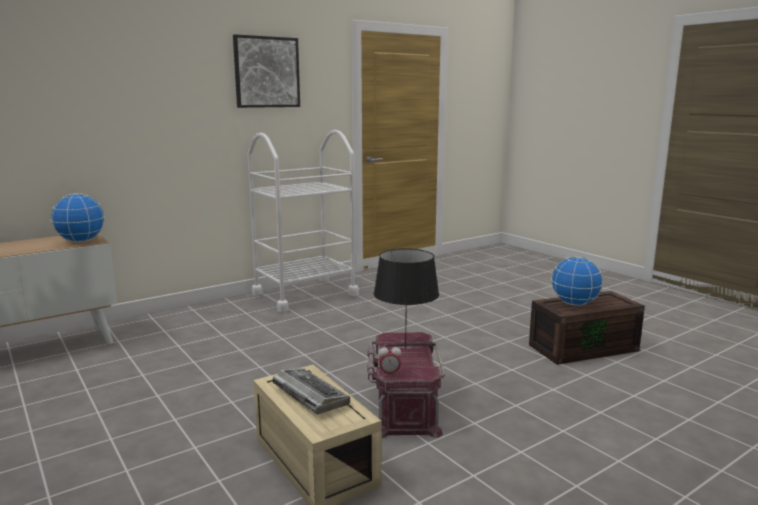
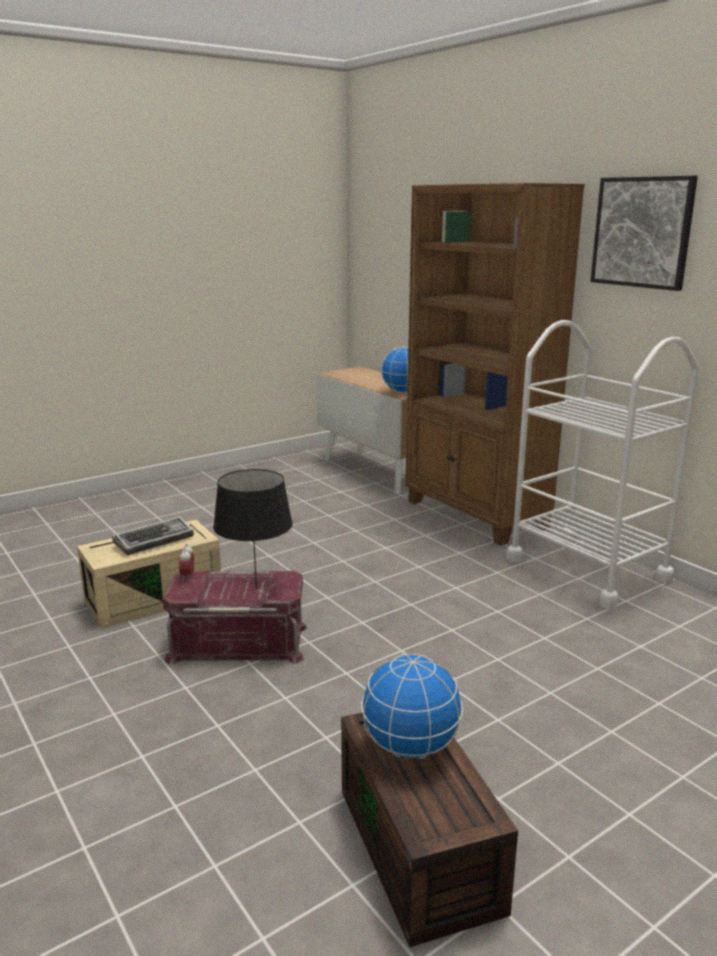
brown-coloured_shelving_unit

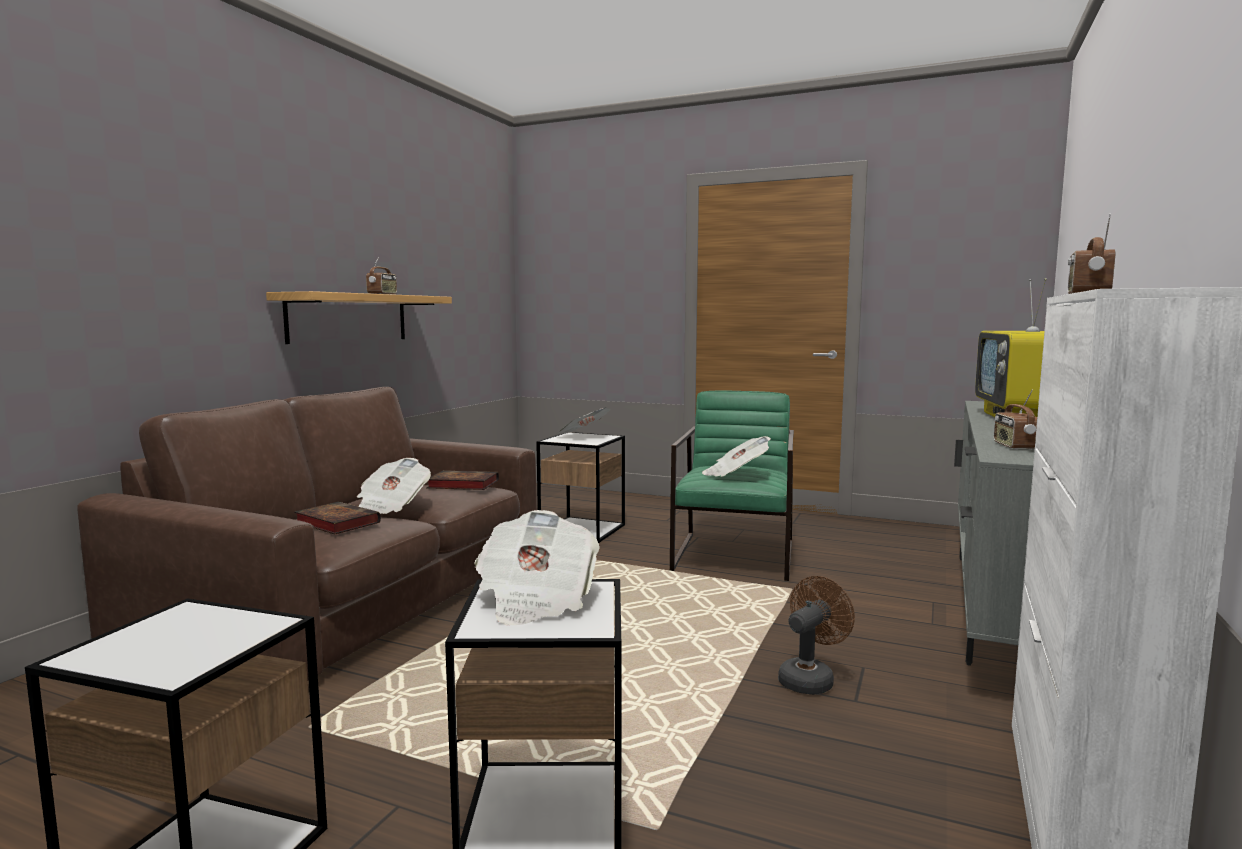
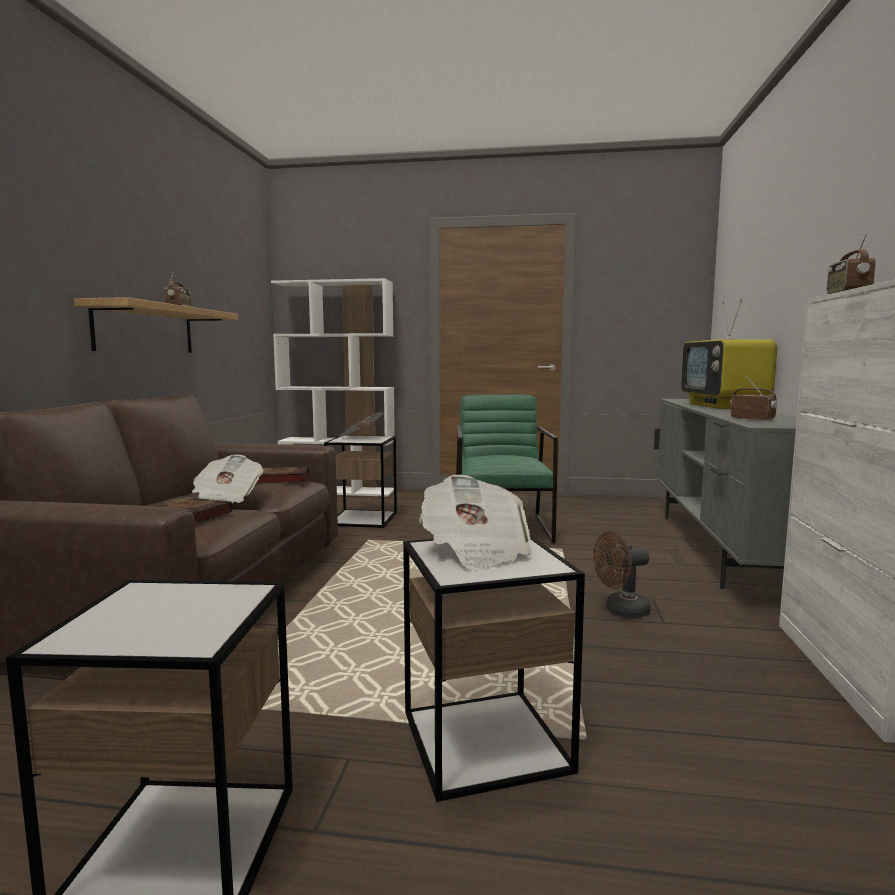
daily_paper (no. 4 from left in the first image); brown-coloured_electric_fan; radio (no. 2 from left); whitish_shelving_unit

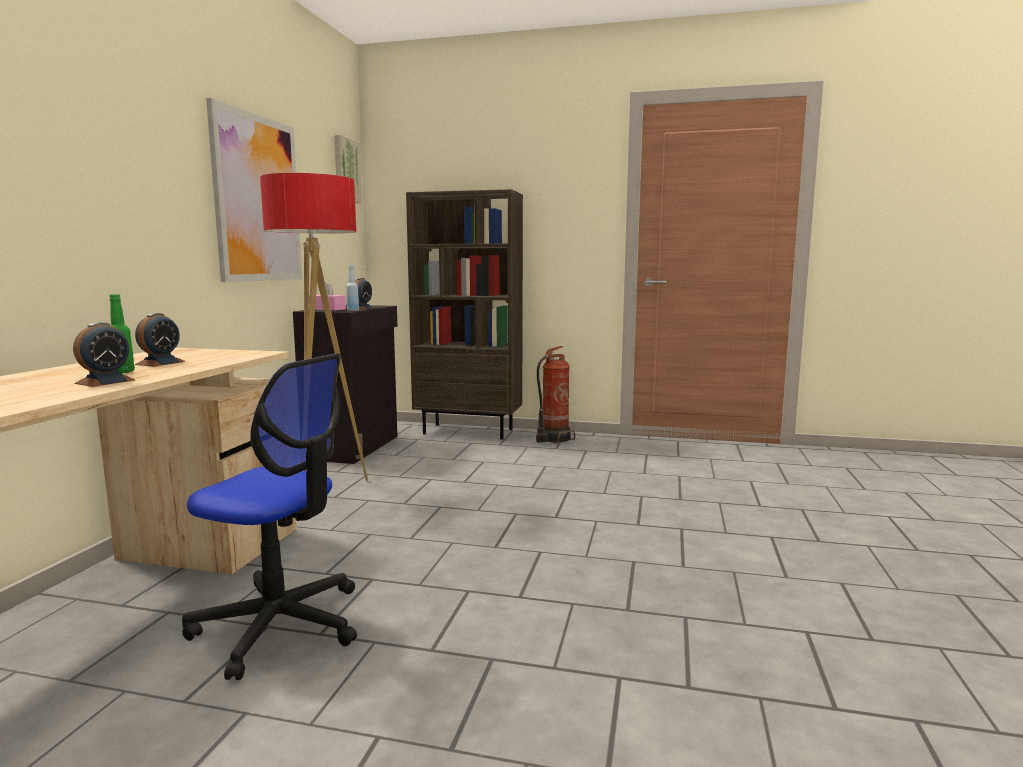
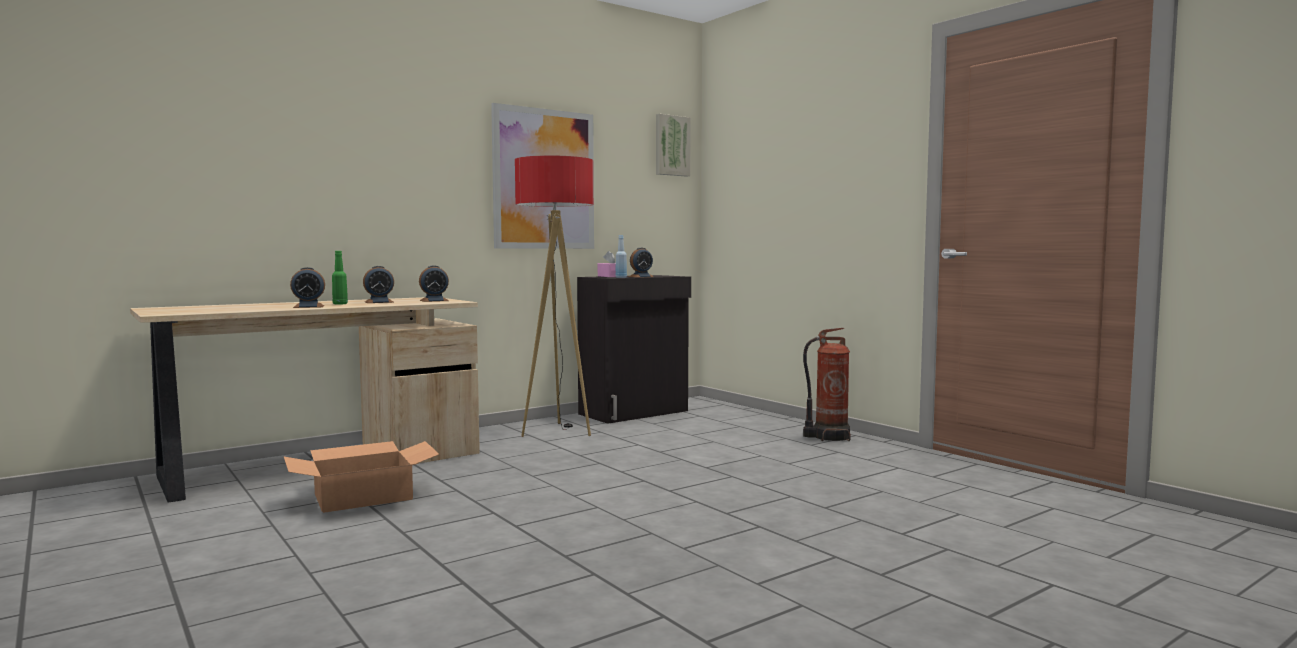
carton; brown-coloured_shelving_unit; bedside_clock (no. 3 from left)

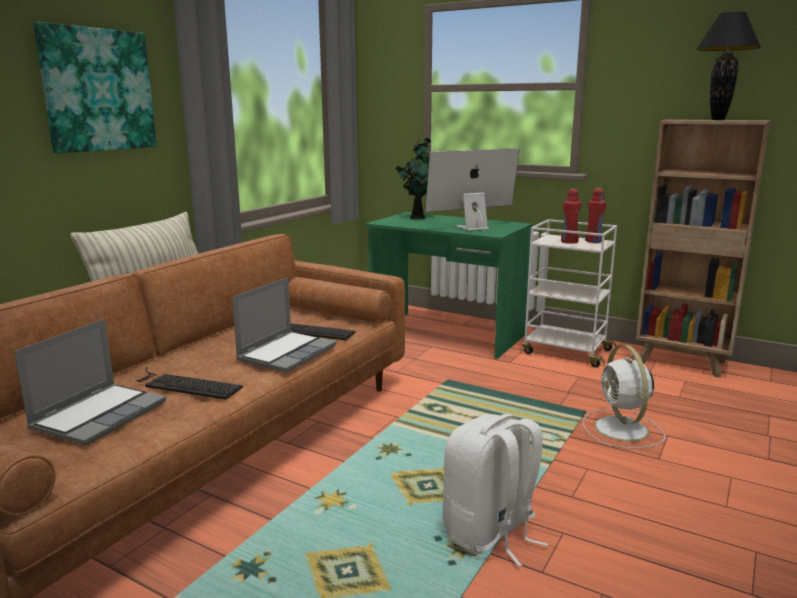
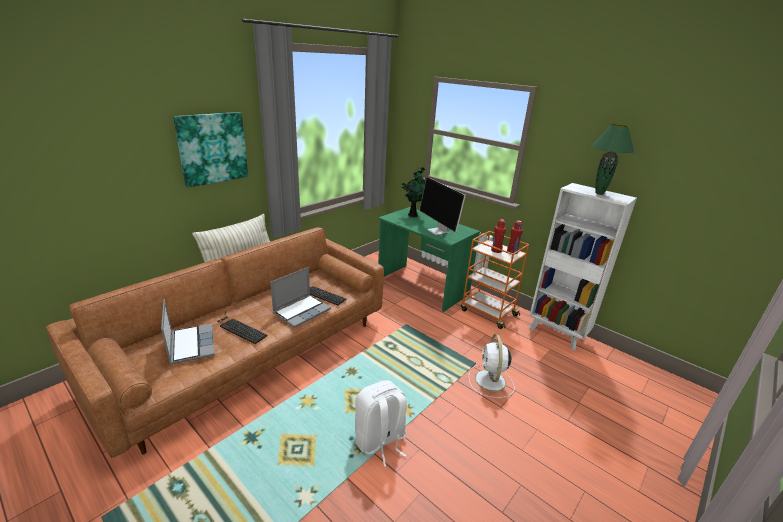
laptop (no. 1 from left); monitor; orange_trolley; whitish_shelving_unit; green-coloured_tabletop_lamp

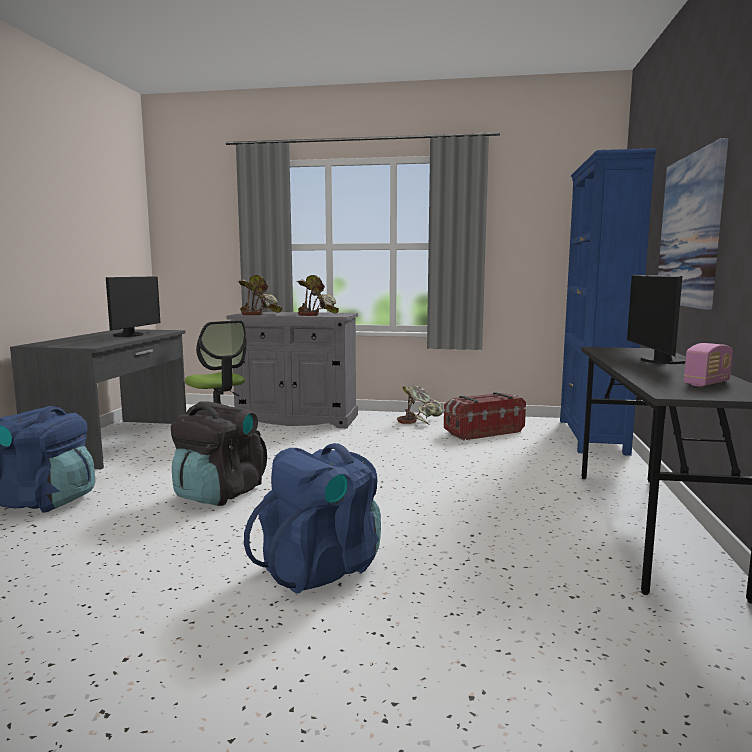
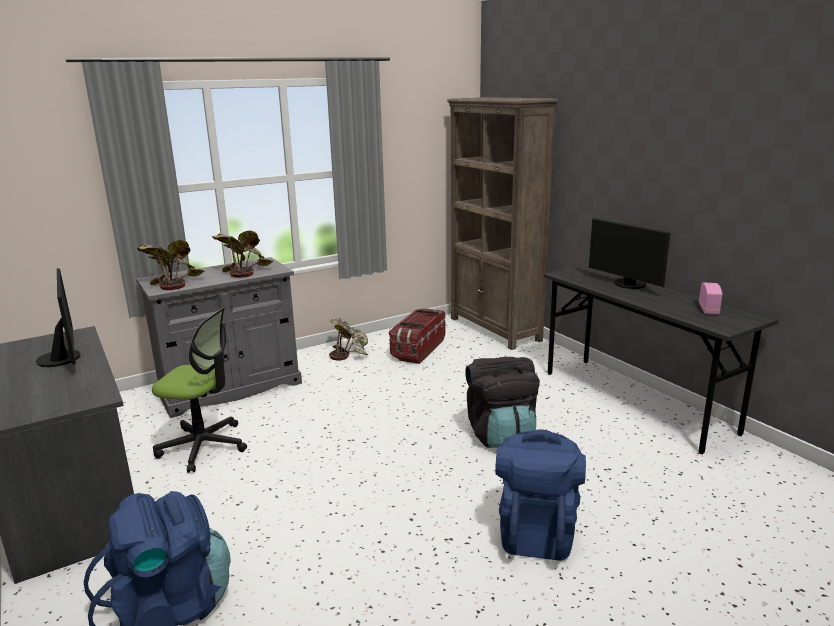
black-coloured_backpack; brown-coloured_shelving_unit; wall_picture

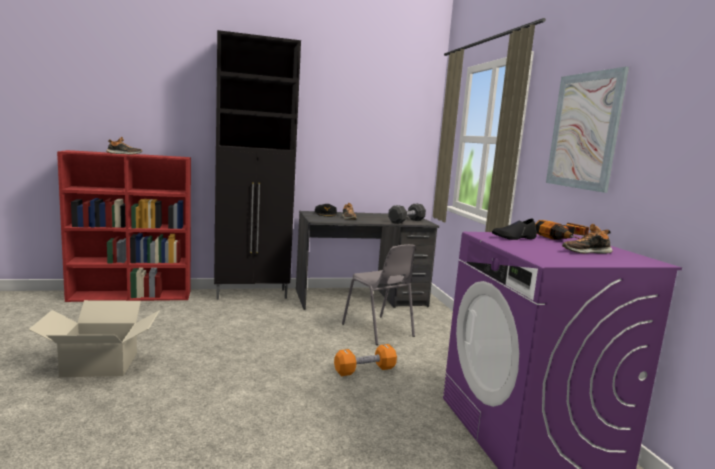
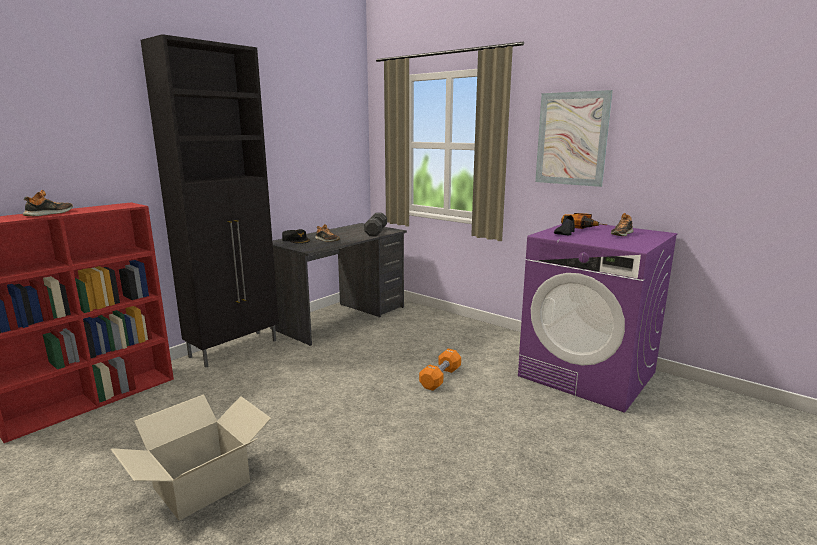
grey_chair

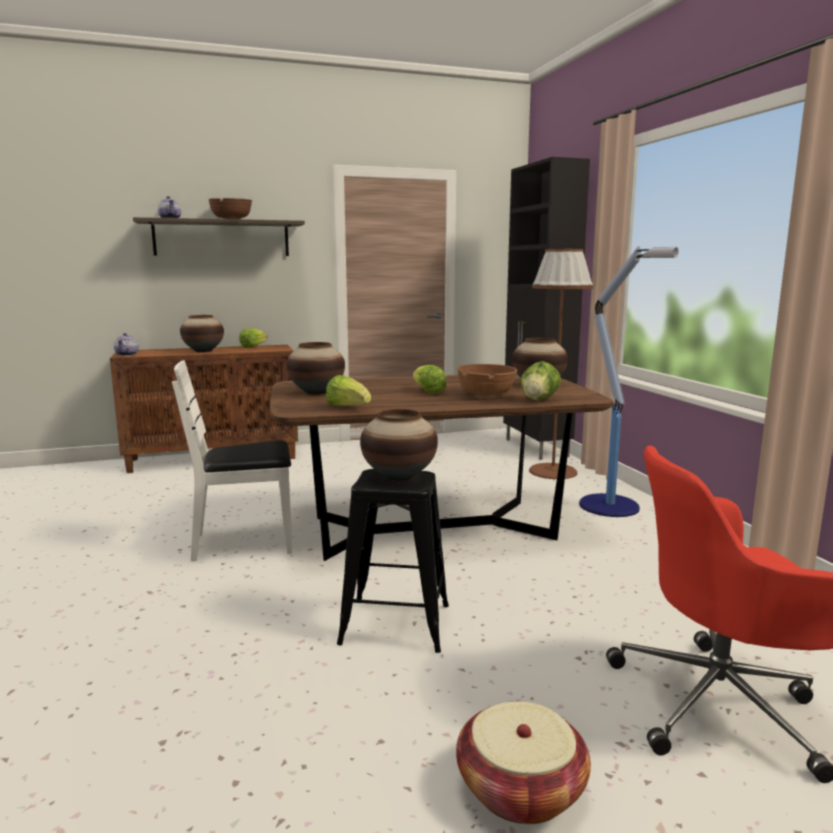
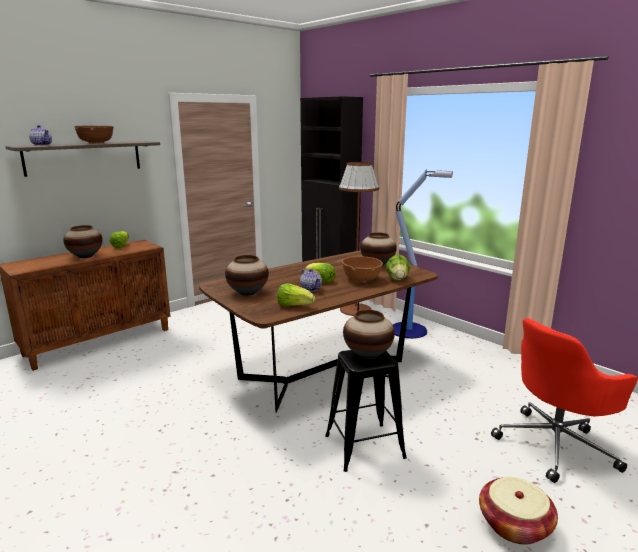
pot_for_tea (no. 2 from left); whitish_chair

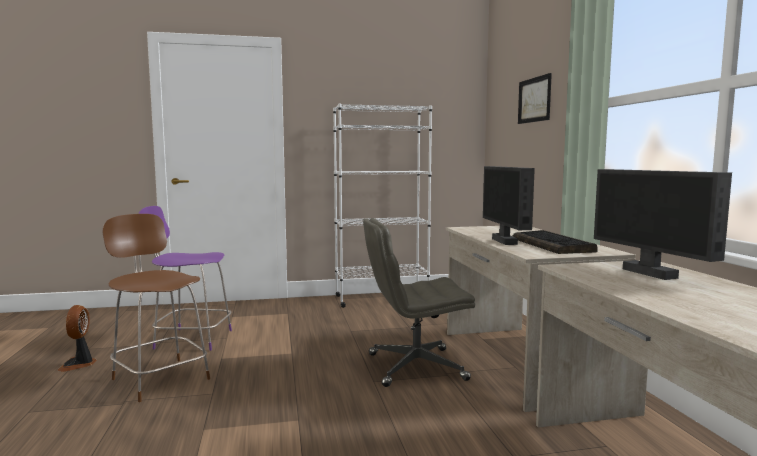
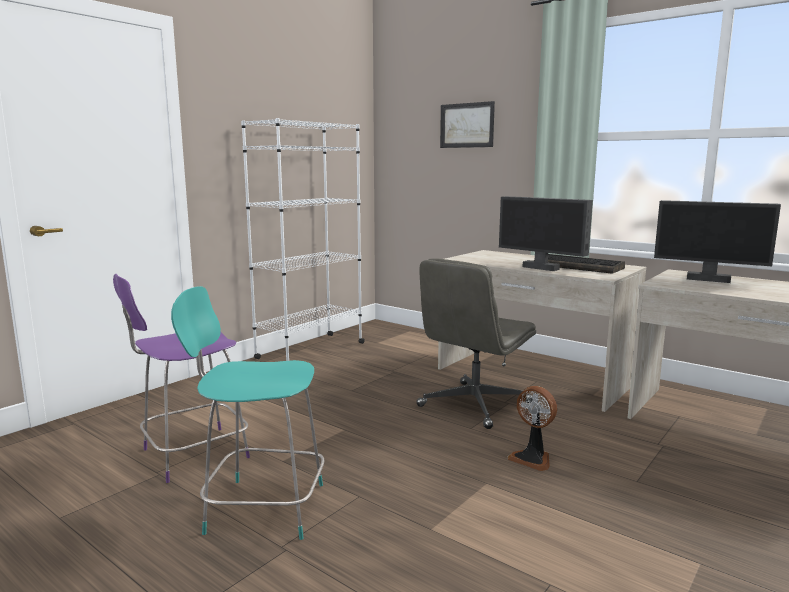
electric_fan; blue-green_chair

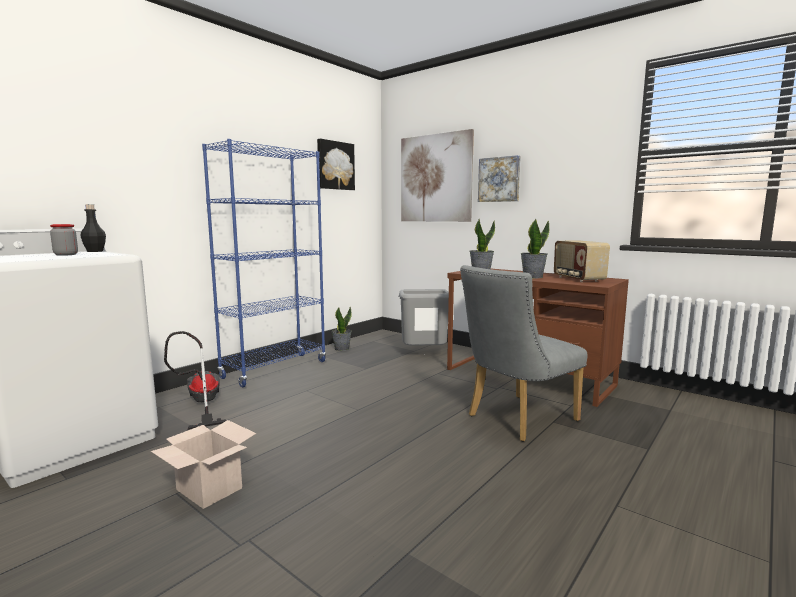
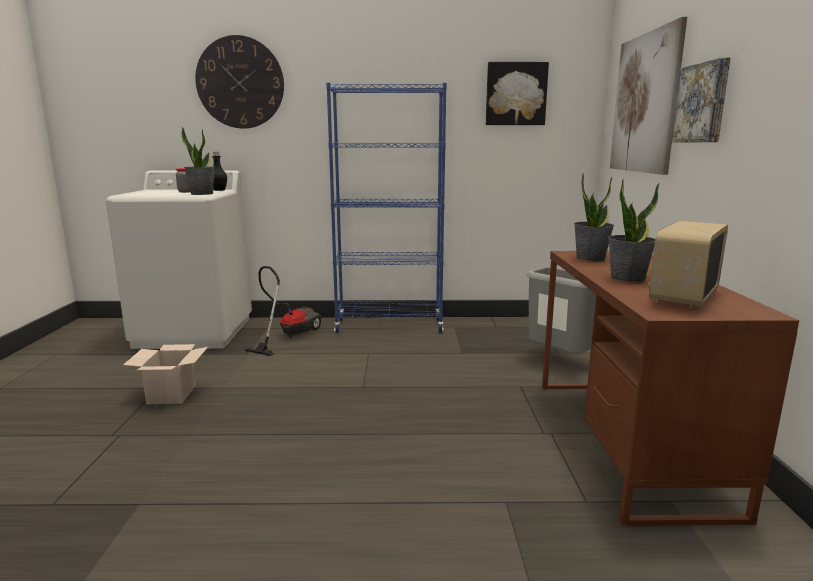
potted_plant (no. 1 from left); grey_chair; clock_on_the_wall

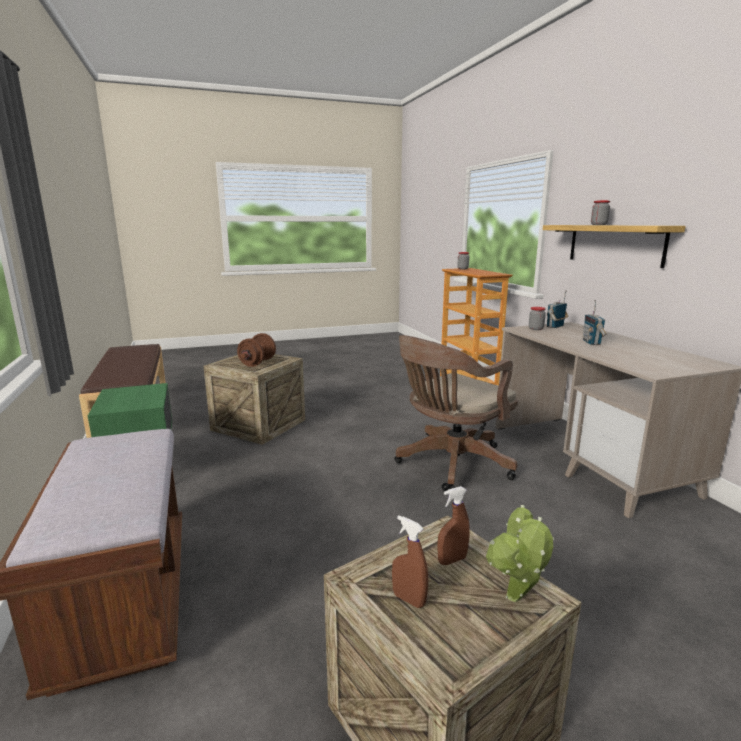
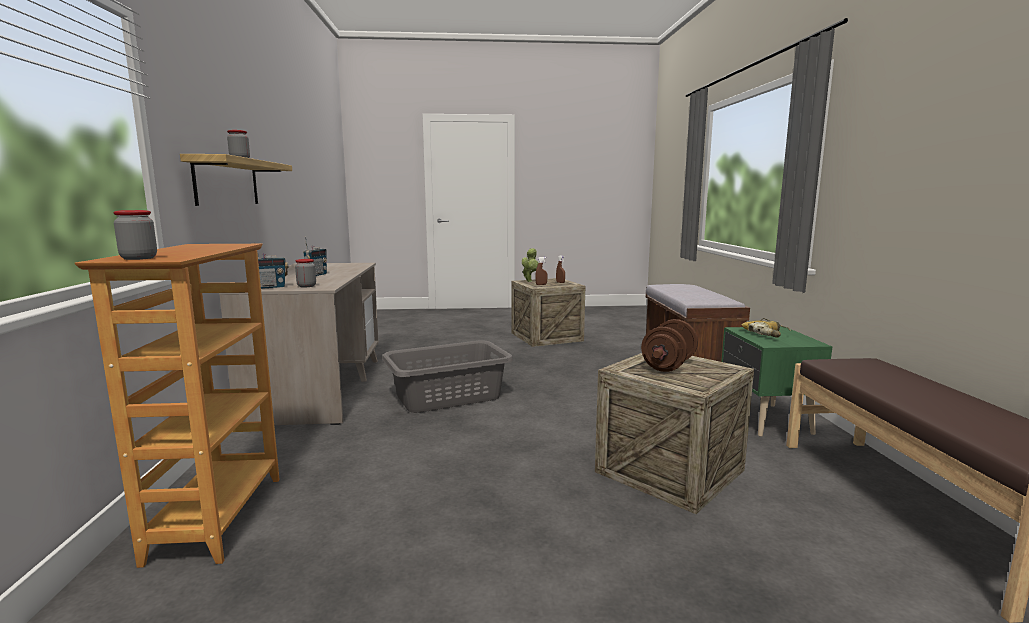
grey_hamper; electric_drill

